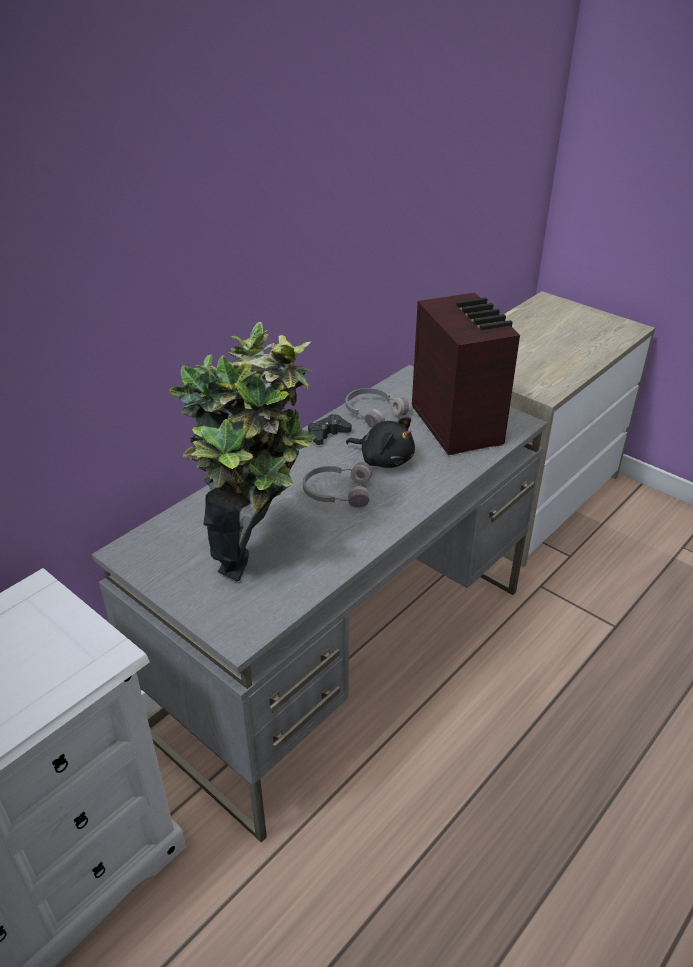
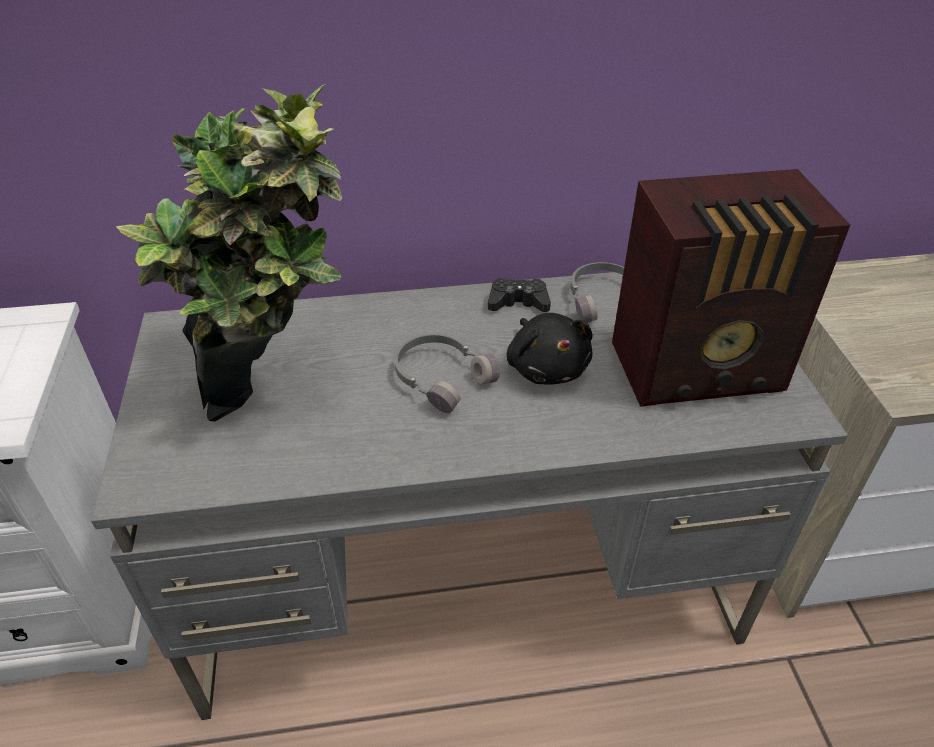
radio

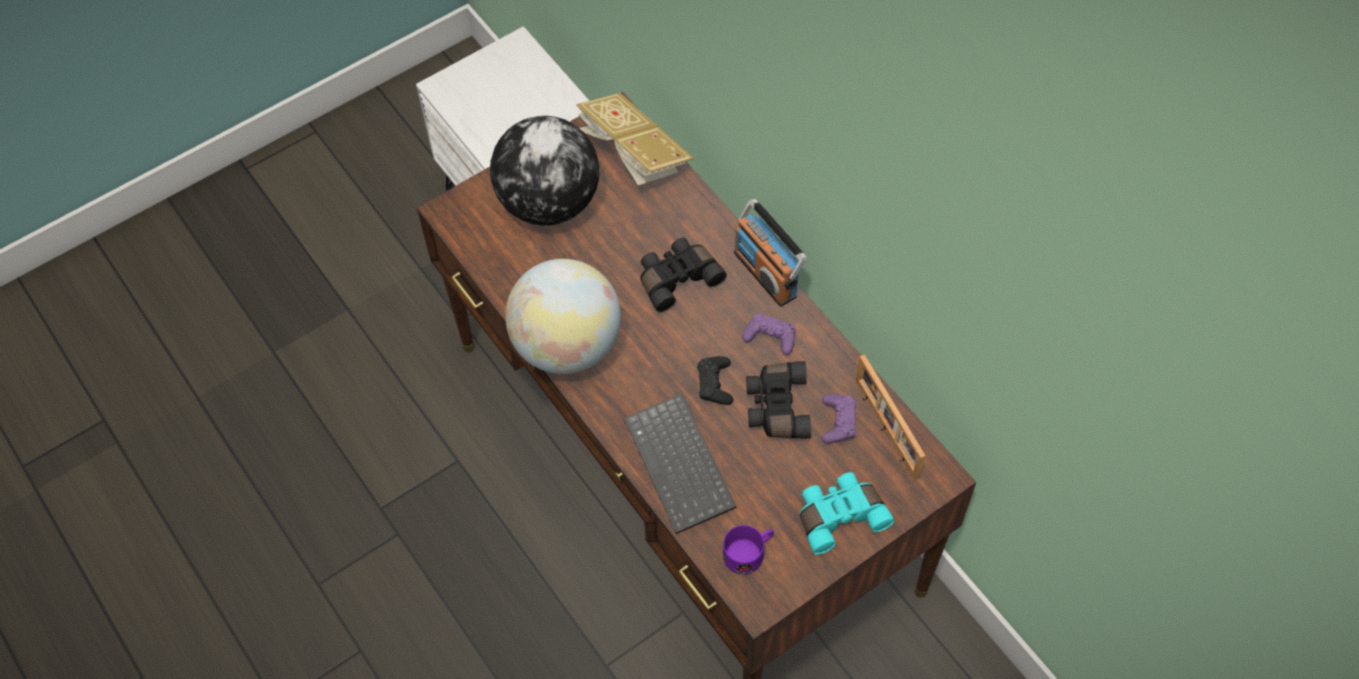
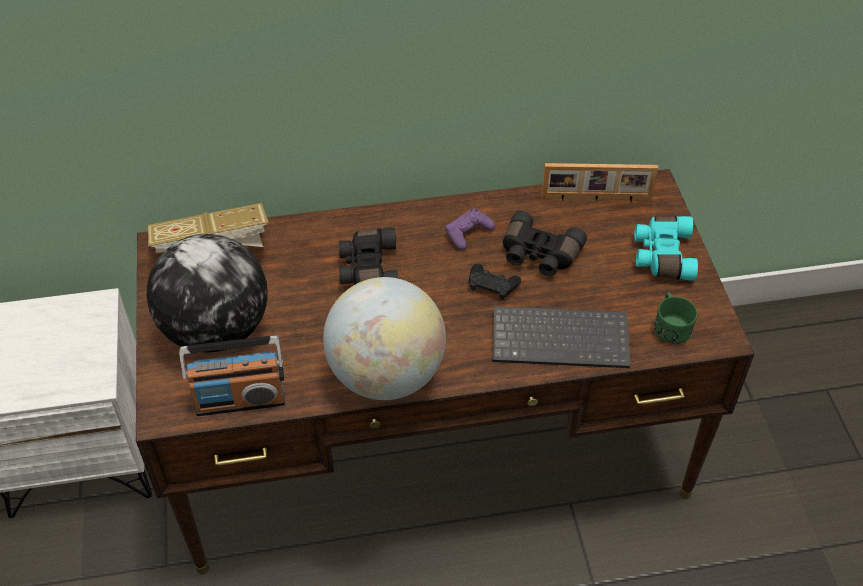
green-coloured_coffee_mug; radio; purple_joypad (no. 2 from left in the first image)

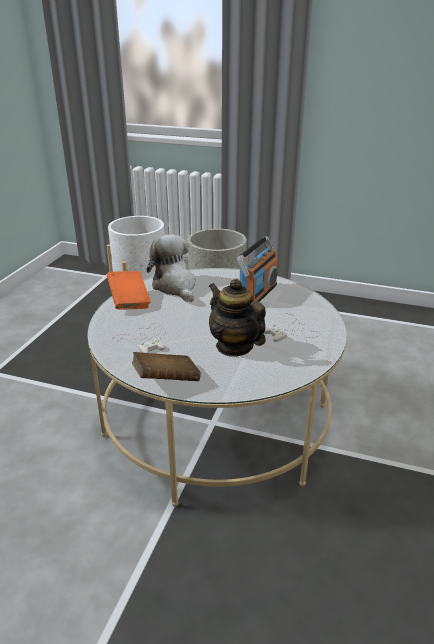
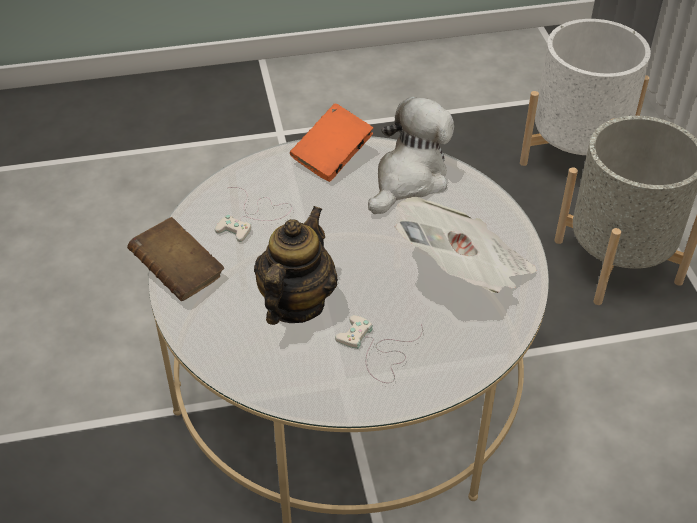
daily_paper

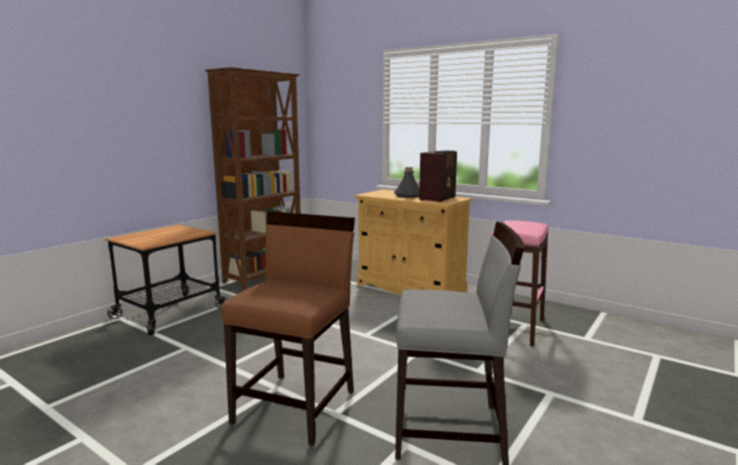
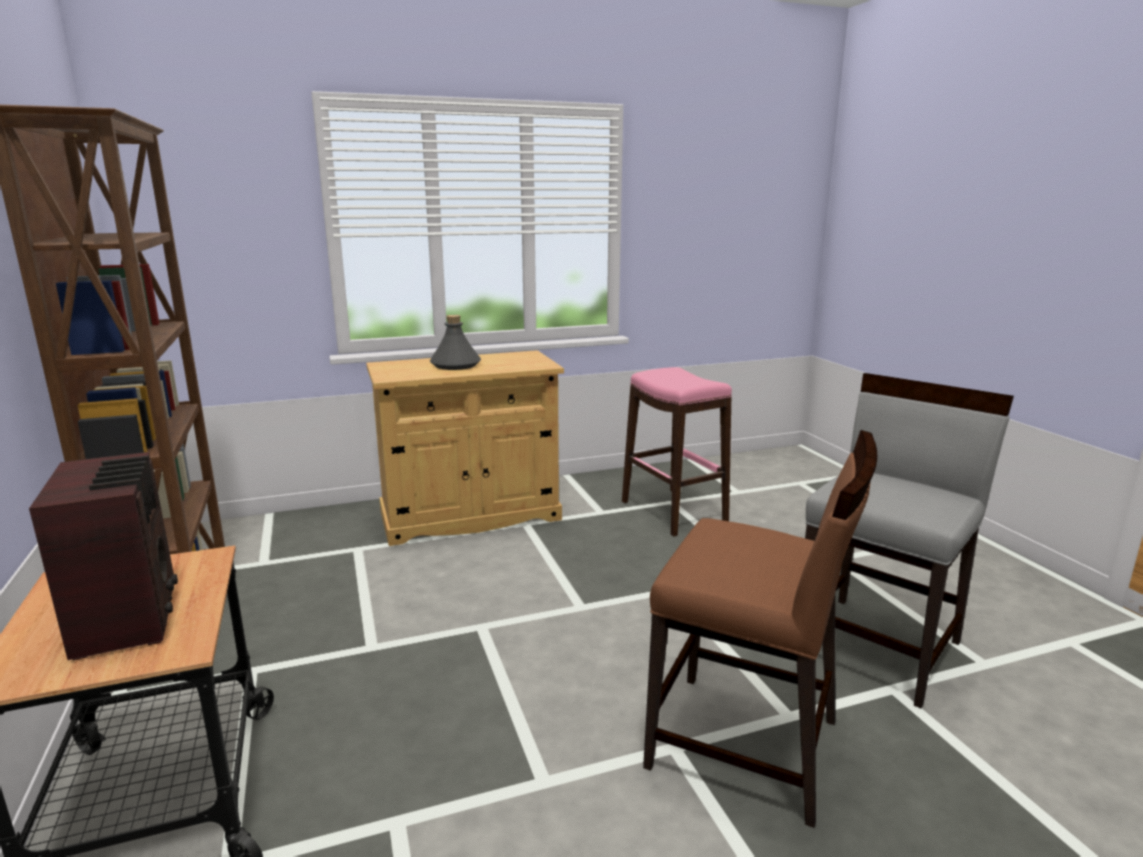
brown-coloured_chair; radio

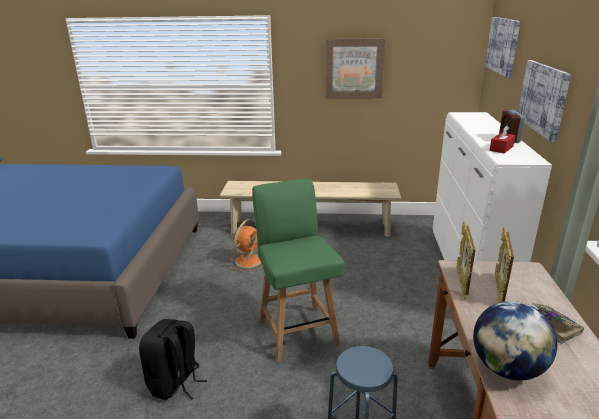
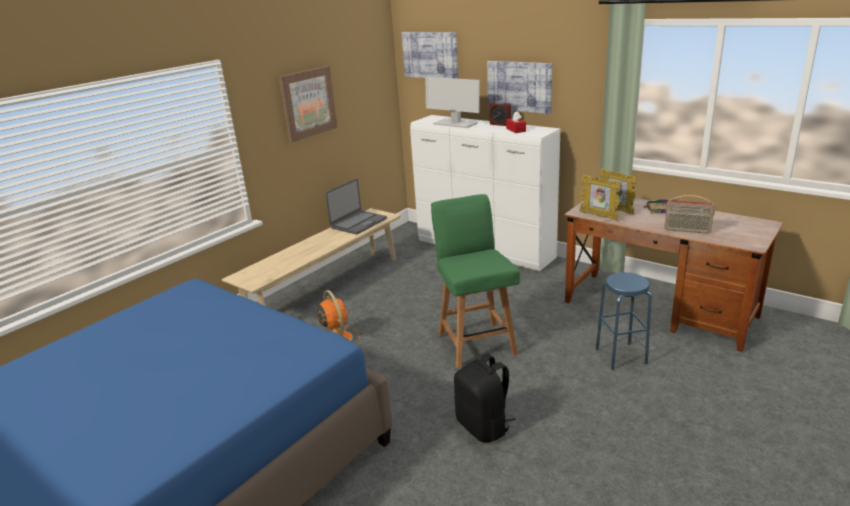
green-coloured_chair; radio; laptop; monitor

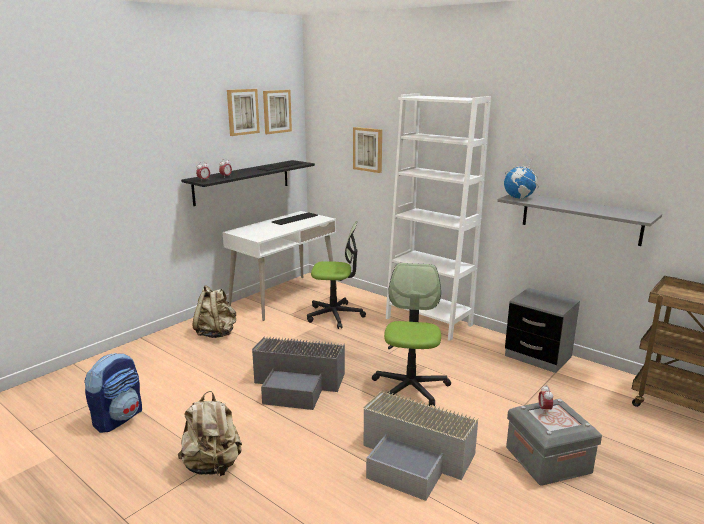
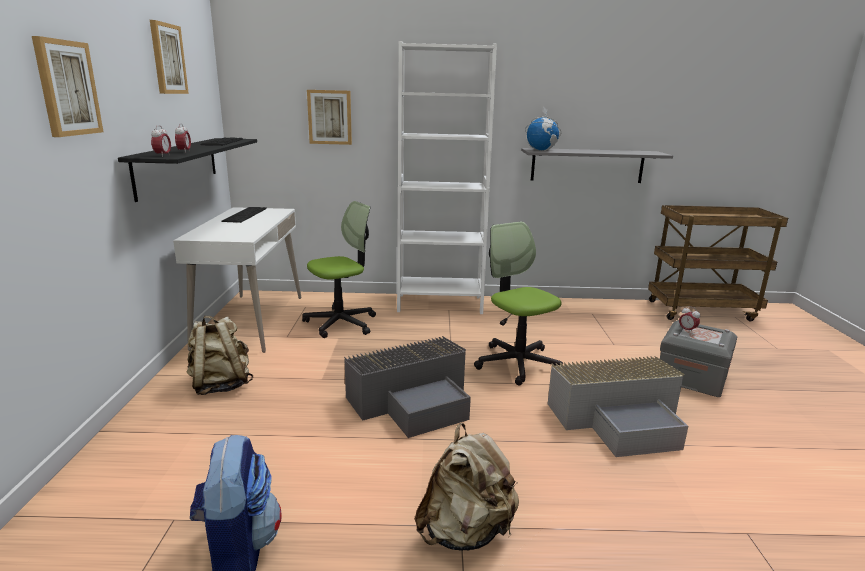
wall_picture (no. 1 from left); grey_nightstand

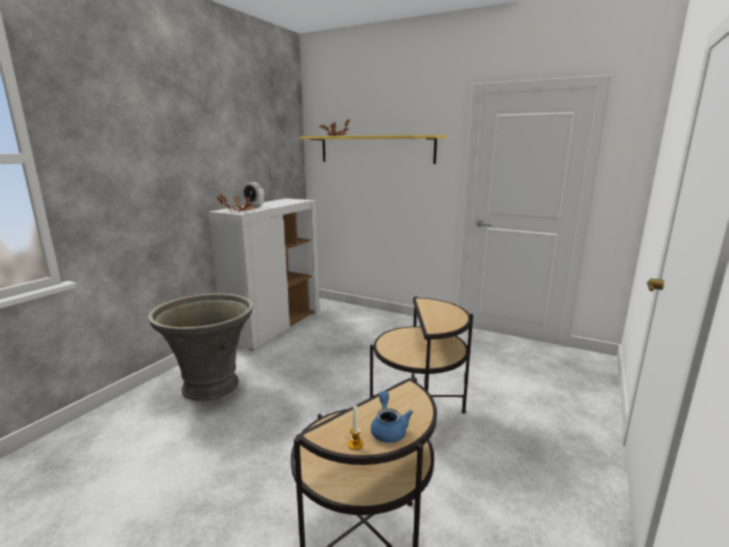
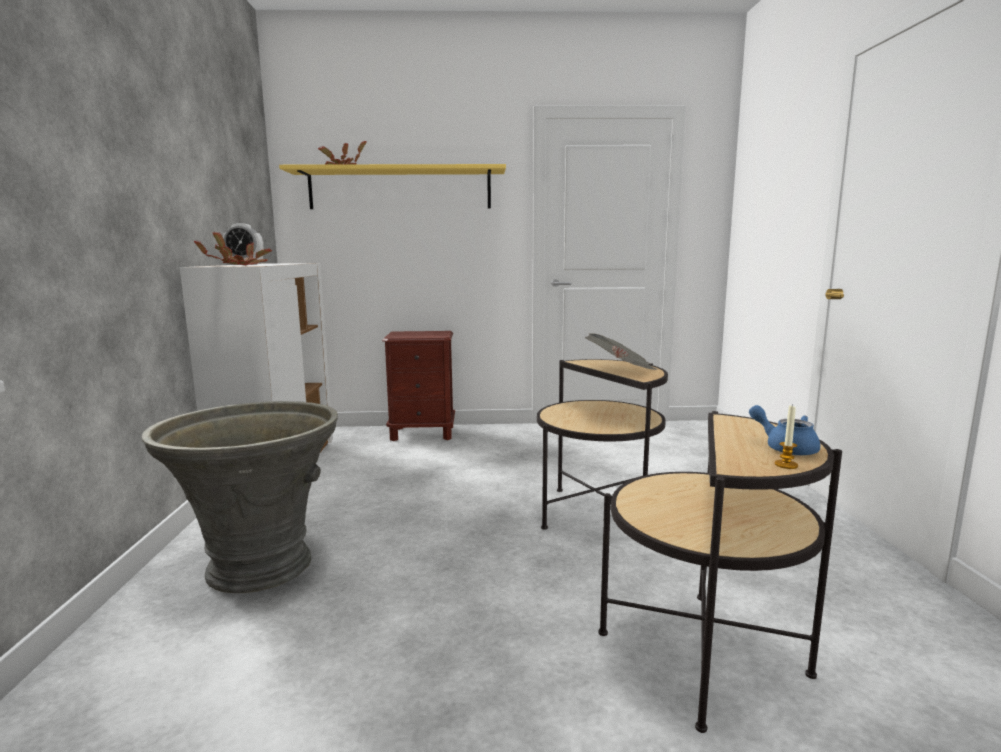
brown-coloured_nightstand; daily_paper

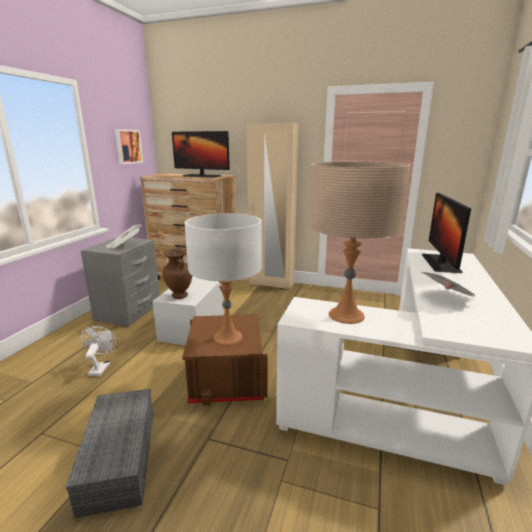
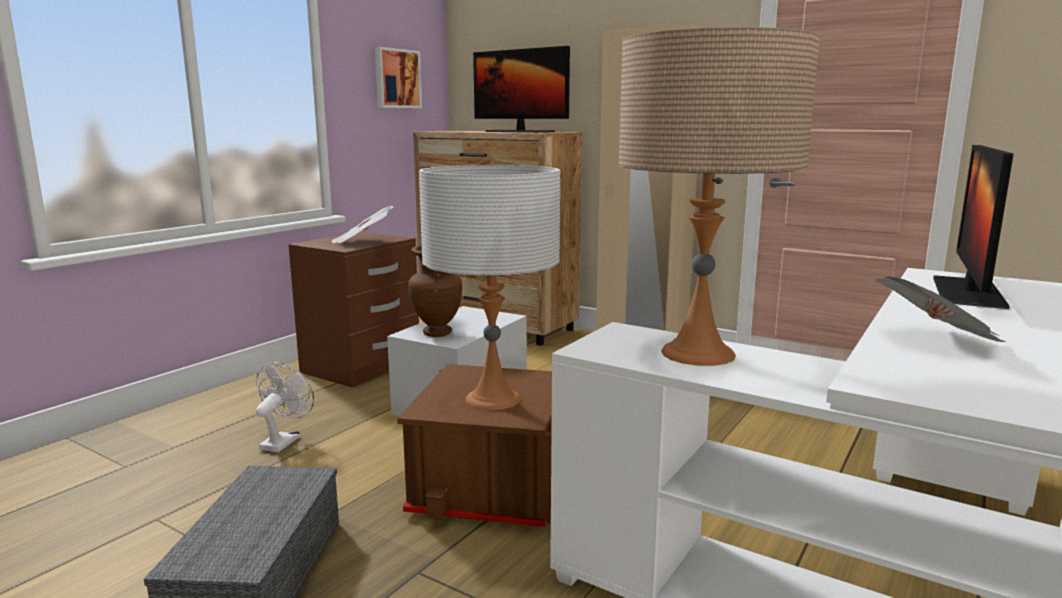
brown-coloured_nightstand

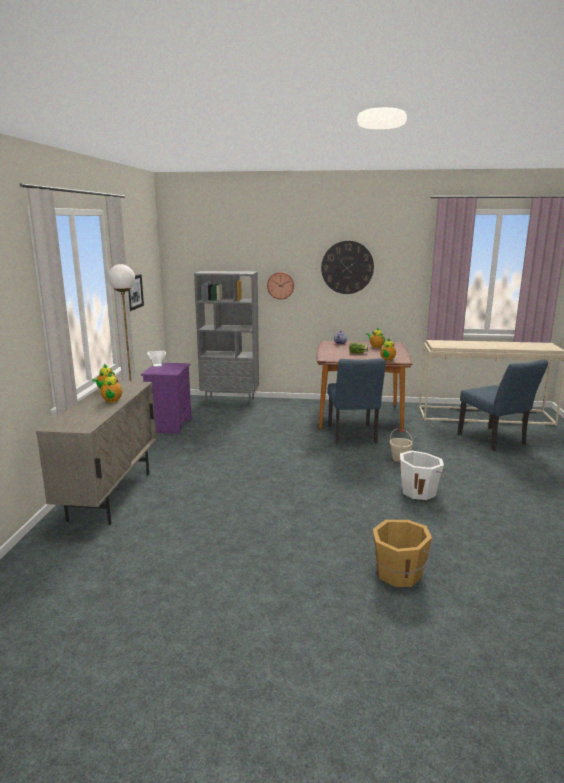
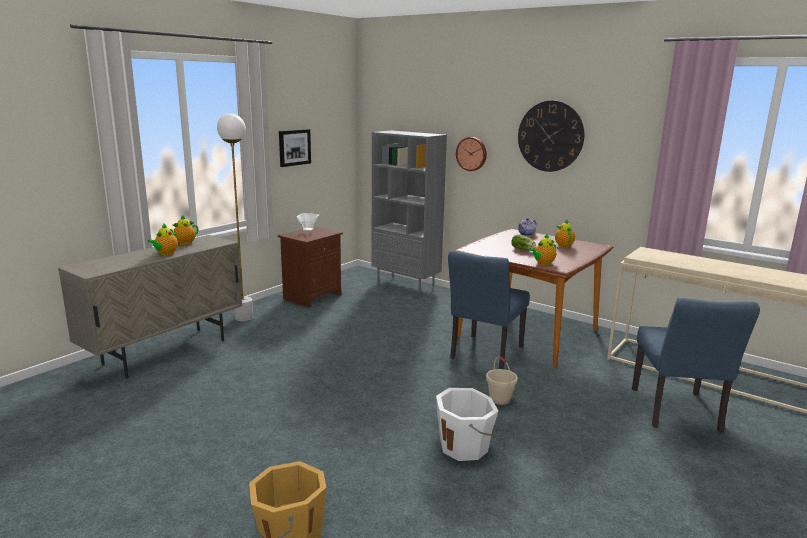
brown-coloured_nightstand

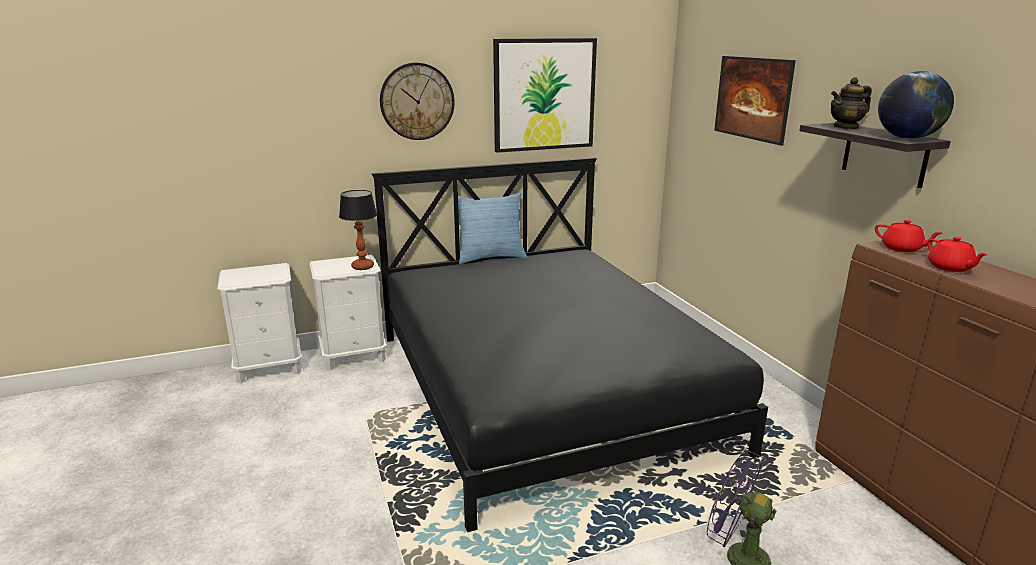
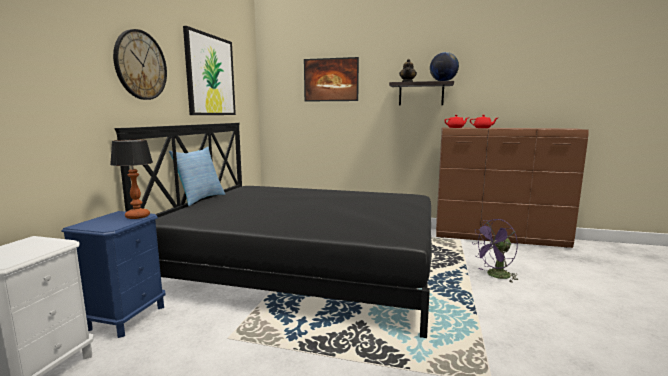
blue_nightstand

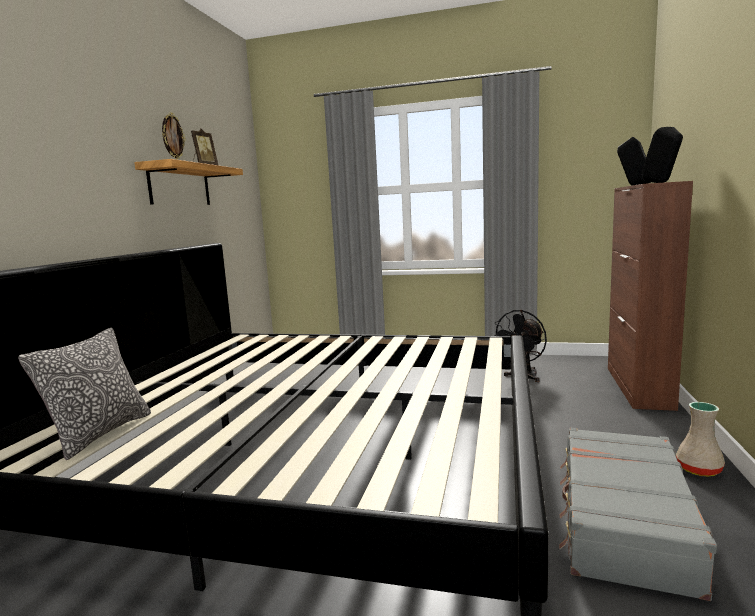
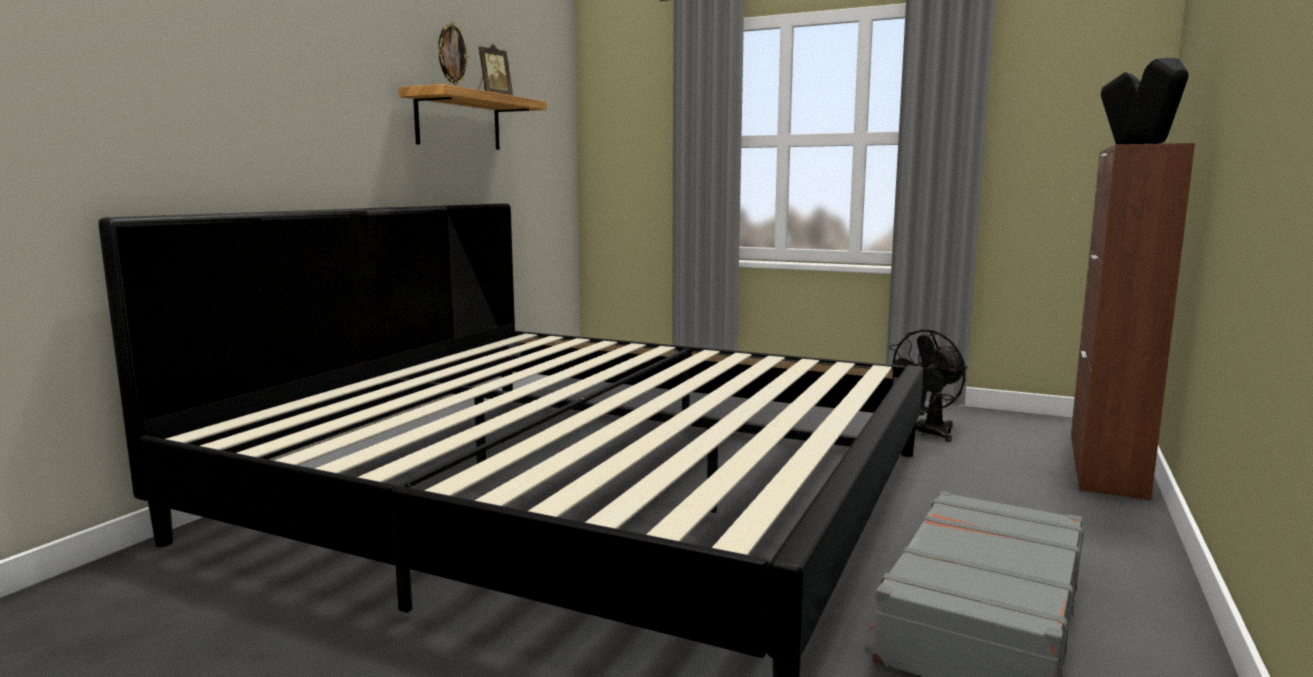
throw_pillow; beige_decorative_vase

